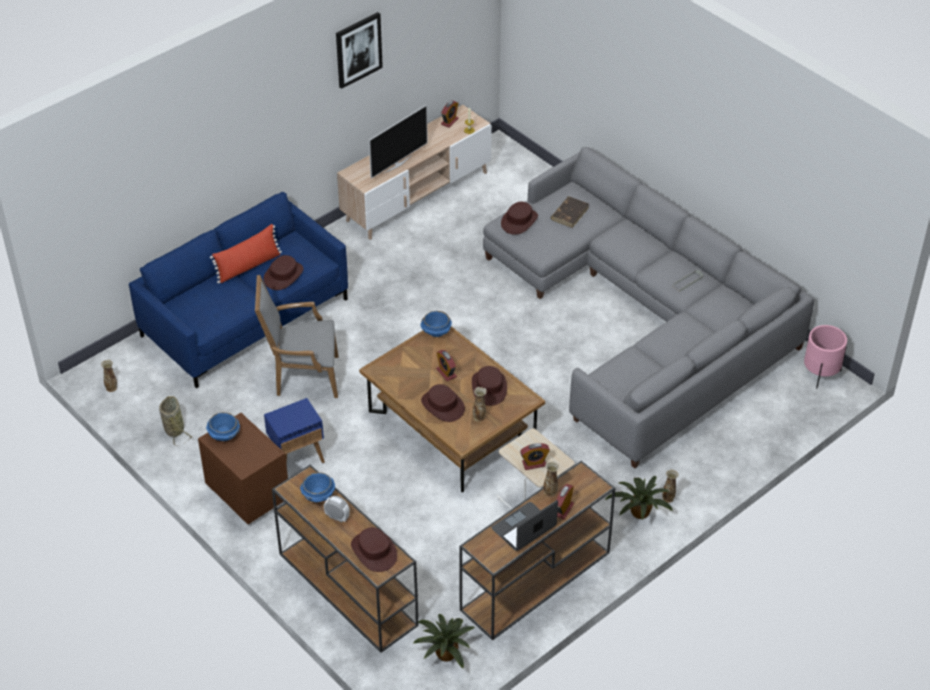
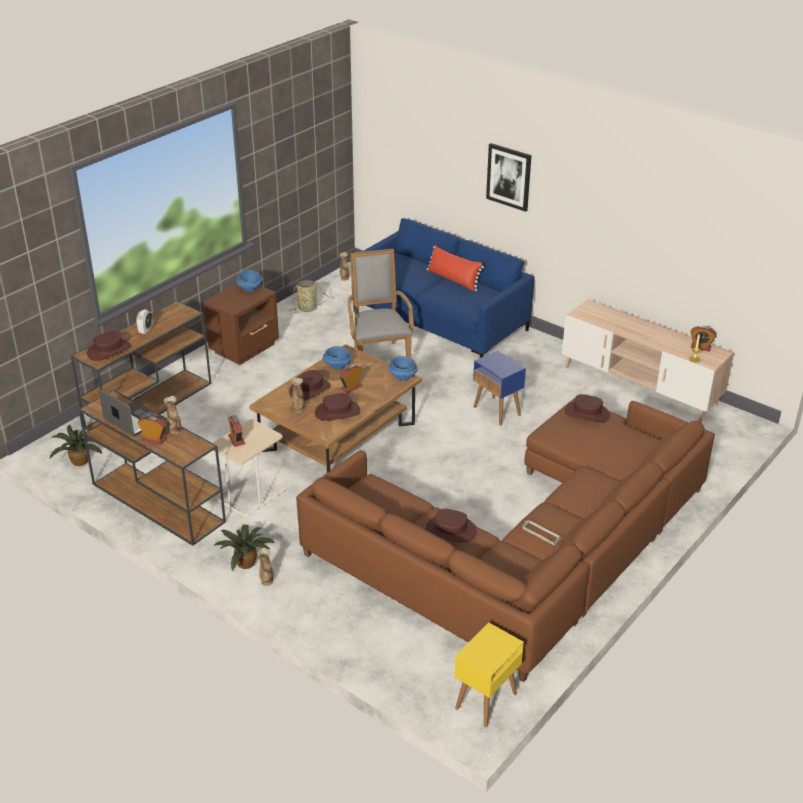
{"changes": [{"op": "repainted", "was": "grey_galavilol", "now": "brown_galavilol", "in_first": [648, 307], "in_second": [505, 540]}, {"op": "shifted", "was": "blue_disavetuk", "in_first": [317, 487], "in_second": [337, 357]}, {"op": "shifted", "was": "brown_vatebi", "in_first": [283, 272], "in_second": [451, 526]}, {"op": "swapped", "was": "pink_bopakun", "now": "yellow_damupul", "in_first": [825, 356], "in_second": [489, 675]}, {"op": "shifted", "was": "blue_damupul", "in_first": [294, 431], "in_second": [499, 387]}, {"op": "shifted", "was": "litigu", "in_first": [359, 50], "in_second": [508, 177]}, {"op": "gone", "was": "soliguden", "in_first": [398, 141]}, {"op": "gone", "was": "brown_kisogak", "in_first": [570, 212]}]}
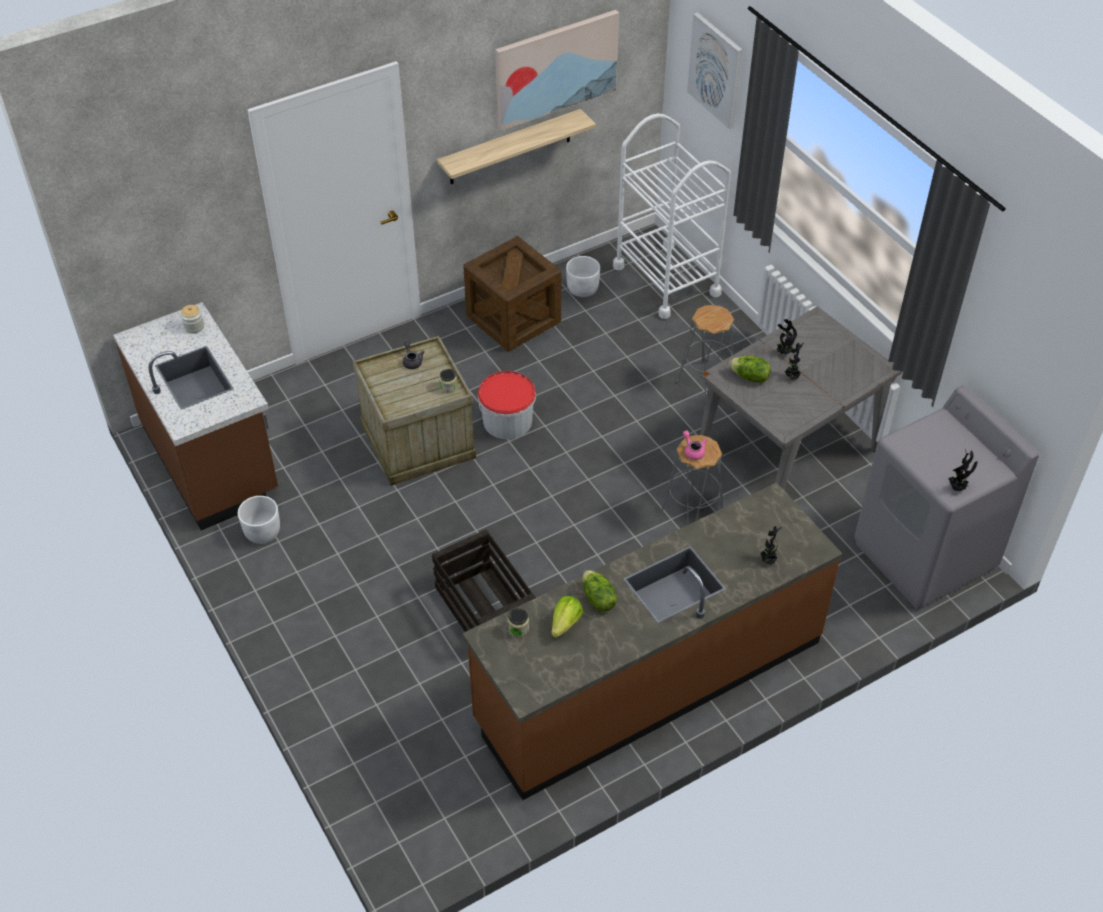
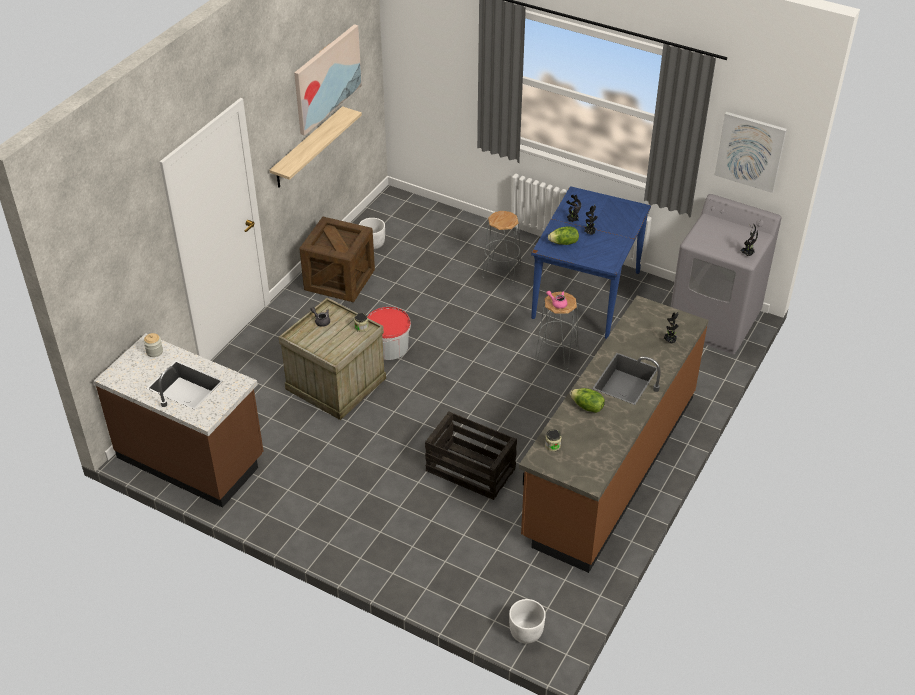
{"changes": [{"op": "shifted", "was": "white_bopakun", "in_first": [259, 520], "in_second": [527, 621]}, {"op": "repainted", "was": "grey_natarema", "now": "blue_natarema", "in_first": [801, 398], "in_second": [591, 262]}, {"op": "shifted", "was": "litigu", "in_first": [715, 71], "in_second": [751, 152]}, {"op": "gone", "was": "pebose", "in_first": [567, 617]}, {"op": "gone", "was": "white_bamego", "in_first": [672, 216]}]}
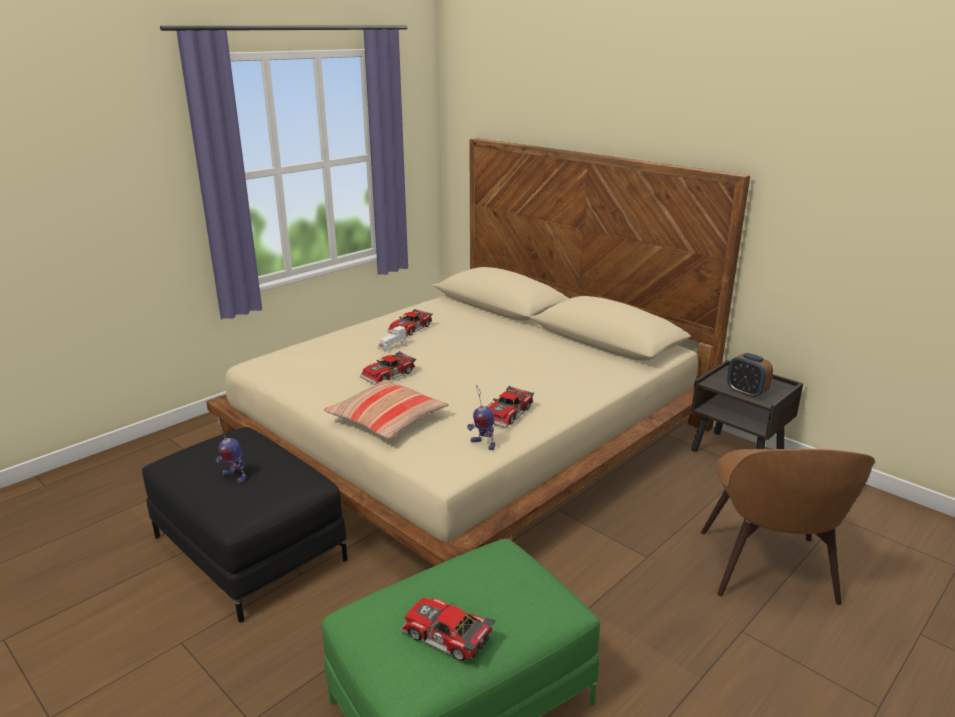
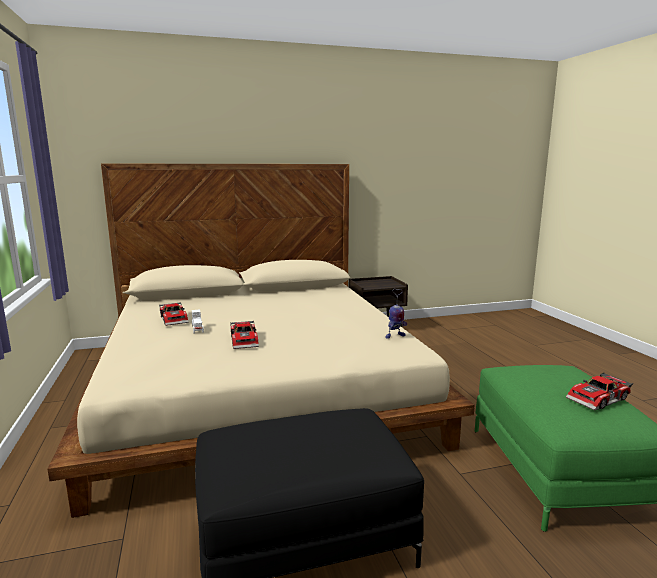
{"changes": [{"op": "gone", "was": "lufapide", "in_first": [231, 450]}, {"op": "gone", "was": "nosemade", "in_first": [386, 409]}, {"op": "gone", "was": "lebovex", "in_first": [510, 407]}, {"op": "gone", "was": "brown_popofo", "in_first": [788, 527]}, {"op": "gone", "was": "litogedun", "in_first": [750, 376]}]}
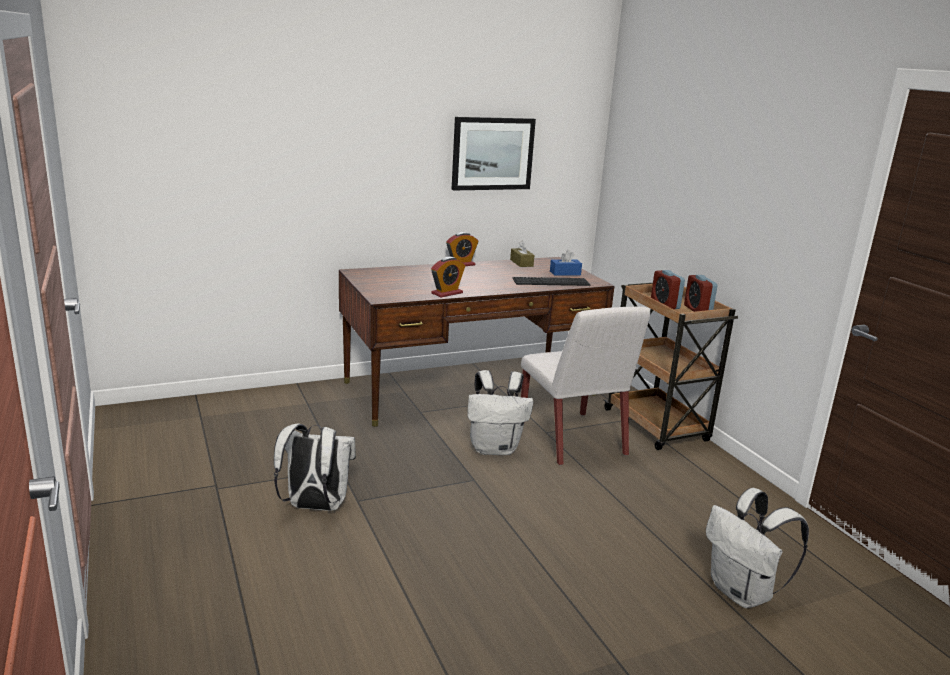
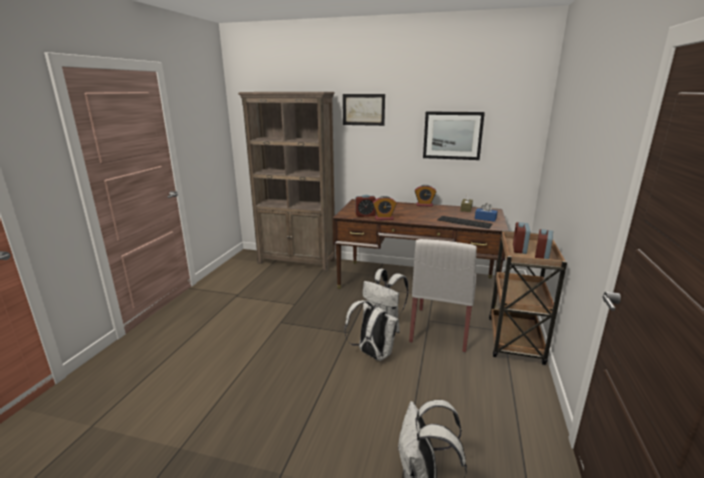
{"changes": [{"op": "new", "now": "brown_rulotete", "in_second": [287, 182]}, {"op": "new", "now": "litigu", "in_second": [364, 110]}, {"op": "shifted", "was": "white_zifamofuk", "in_first": [315, 467], "in_second": [372, 330]}, {"op": "new", "now": "litogedun", "in_second": [365, 206]}]}
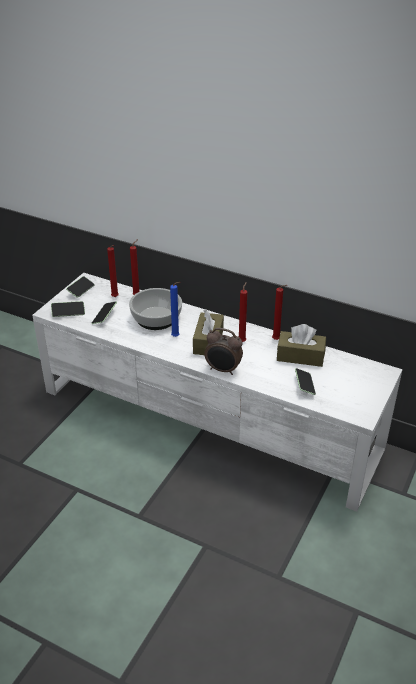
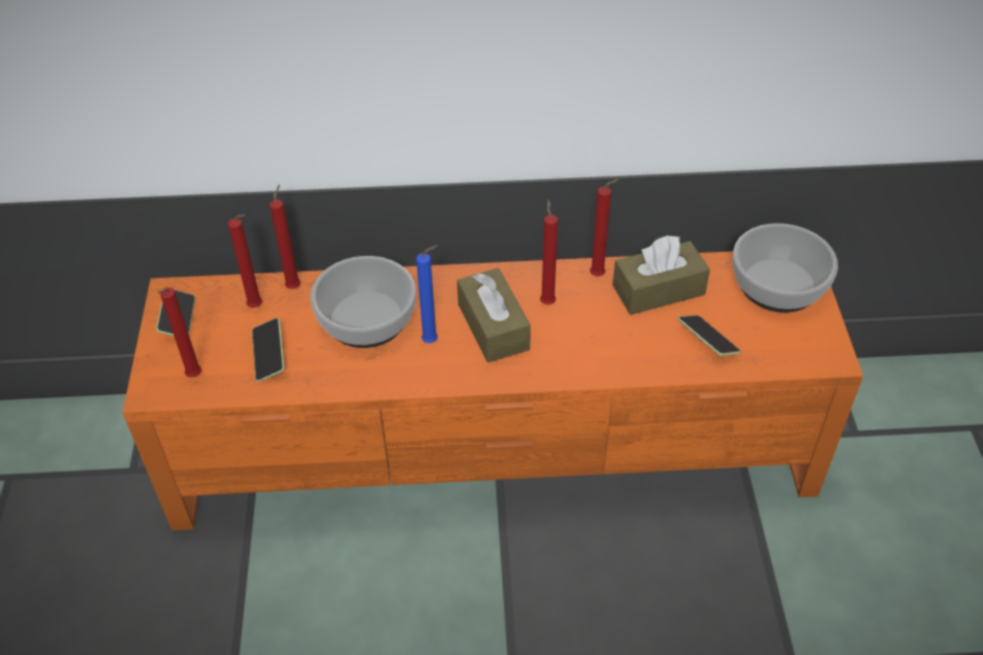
{"changes": [{"op": "repainted", "was": "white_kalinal", "now": "orange_kalinal", "in_first": [217, 392], "in_second": [492, 391]}, {"op": "swapped", "was": "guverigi", "now": "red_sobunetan", "in_first": [68, 309], "in_second": [179, 332]}, {"op": "new", "now": "disavetuk", "in_second": [785, 268]}, {"op": "gone", "was": "litogedun", "in_first": [223, 351]}]}
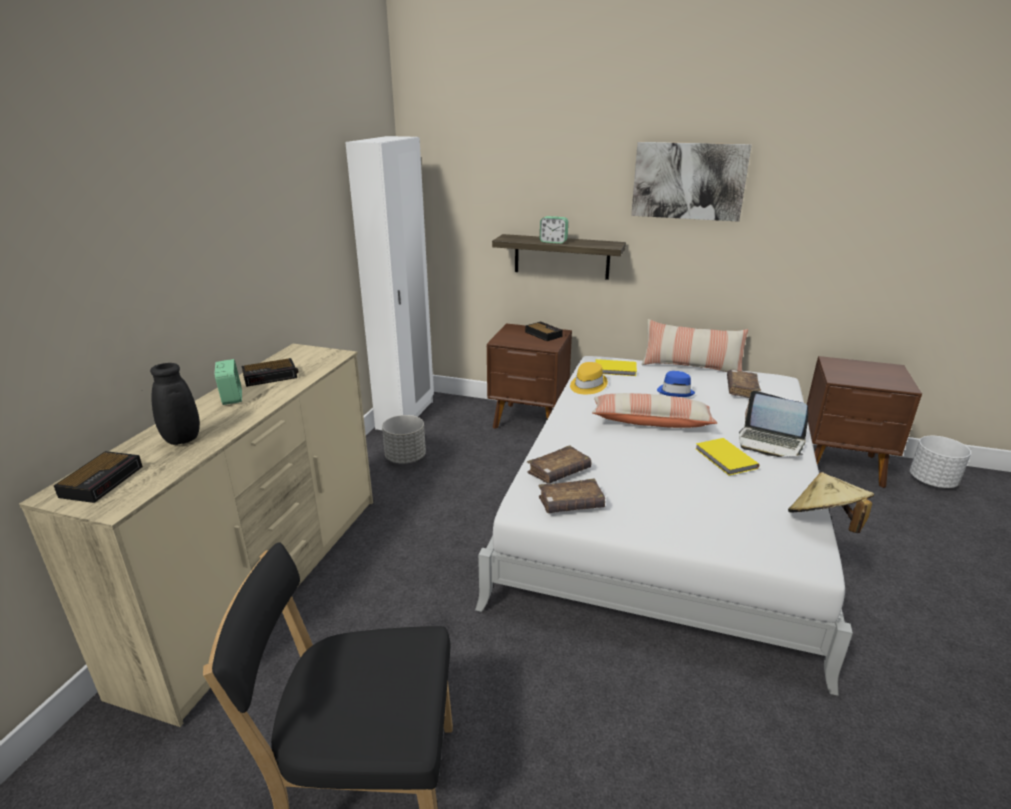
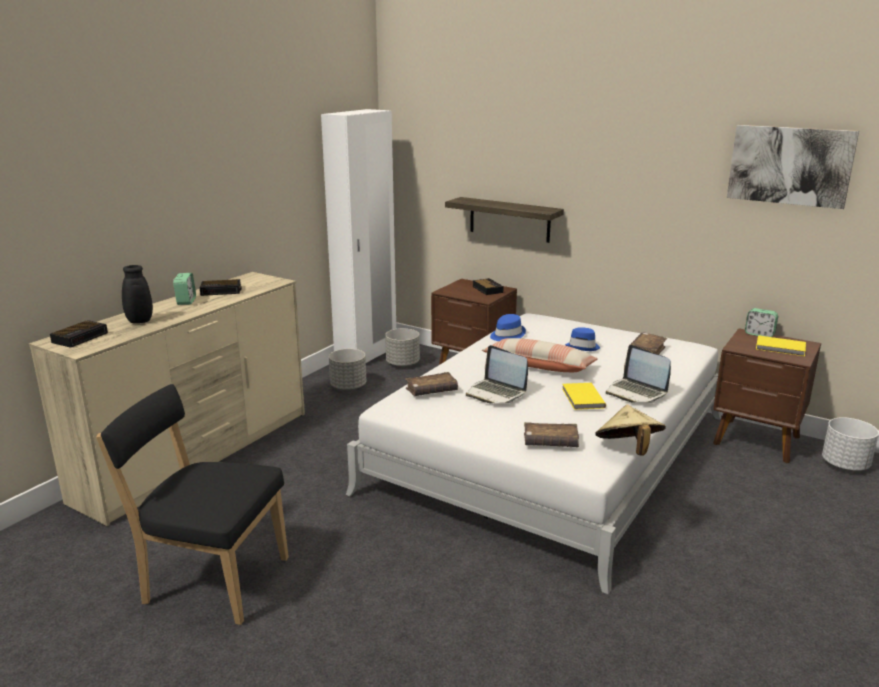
{"changes": [{"op": "new", "now": "grey_bopakun", "in_second": [402, 347]}, {"op": "new", "now": "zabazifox", "in_second": [497, 374]}, {"op": "repainted", "was": "yellow_vatebi", "now": "blue_vatebi", "in_first": [589, 378], "in_second": [508, 327]}, {"op": "shifted", "was": "brown_kisogak", "in_first": [571, 496], "in_second": [551, 434]}, {"op": "shifted", "was": "litigu", "in_first": [691, 182], "in_second": [793, 167]}, {"op": "shifted", "was": "litogedun", "in_first": [554, 230], "in_second": [761, 322]}, {"op": "shifted", "was": "yellow_kisogak", "in_first": [616, 367], "in_second": [781, 345]}, {"op": "gone", "was": "nosemade", "in_first": [694, 345]}]}
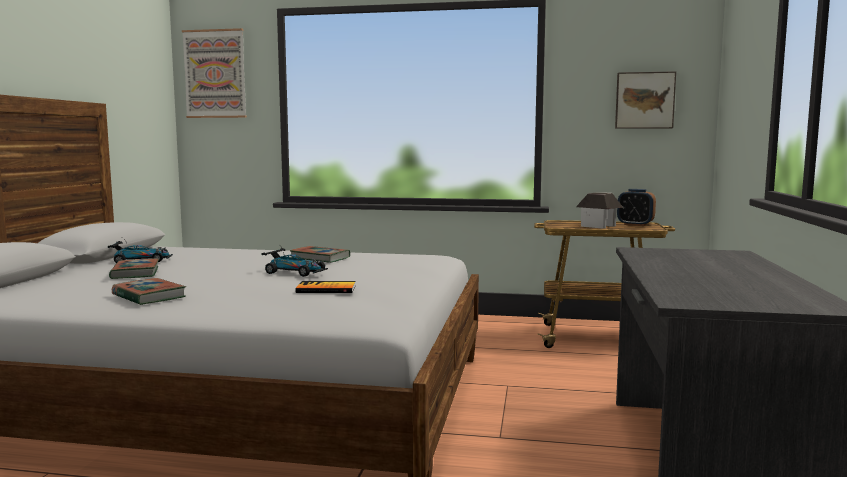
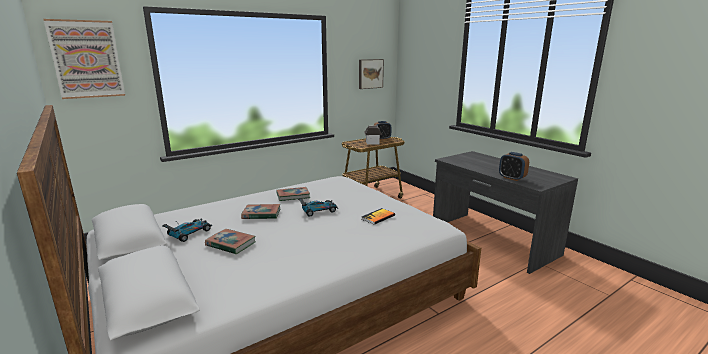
{"changes": [{"op": "shifted", "was": "kisogak", "in_first": [149, 291], "in_second": [260, 211]}, {"op": "new", "now": "litogedun", "in_second": [514, 166]}]}
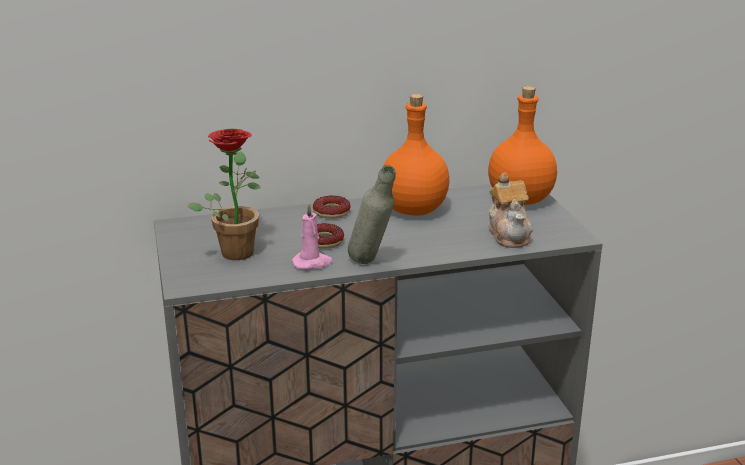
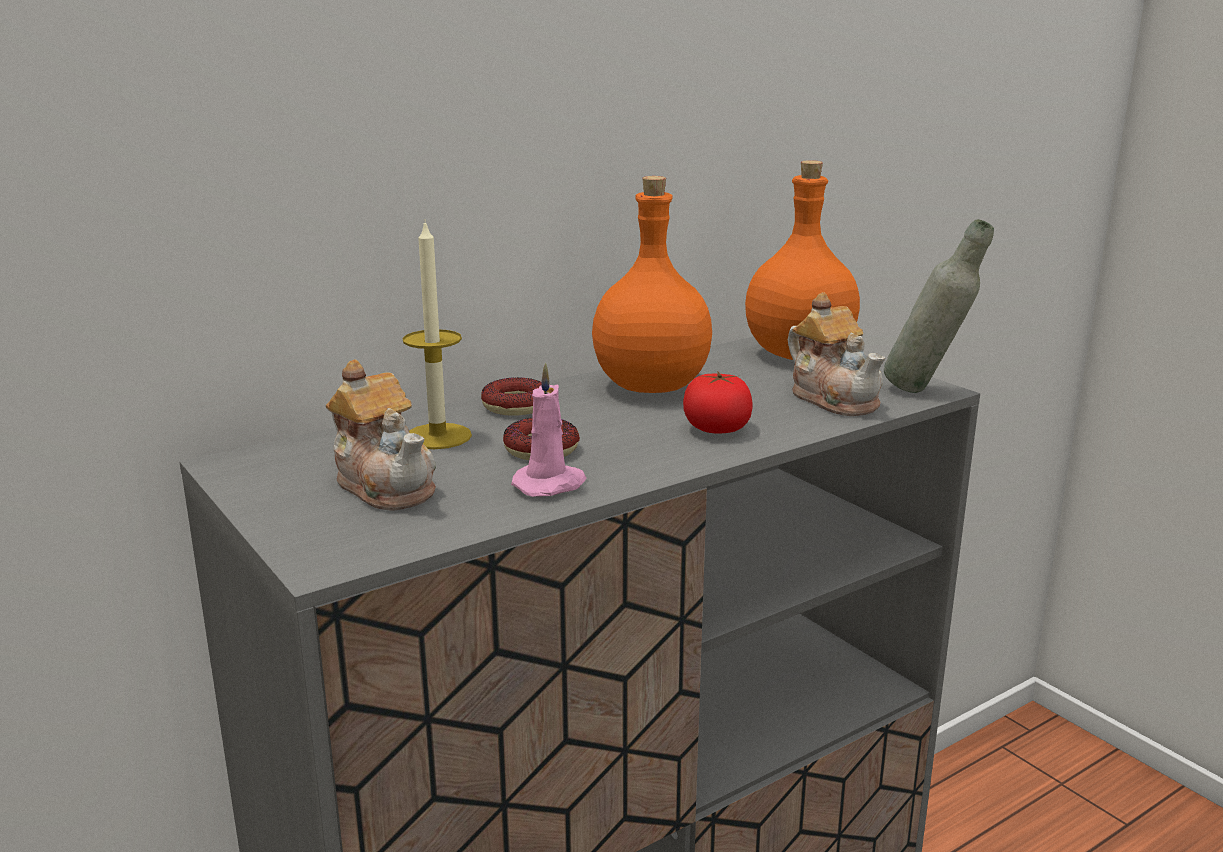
{"changes": [{"op": "swapped", "was": "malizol", "now": "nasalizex", "in_first": [224, 194], "in_second": [381, 435]}, {"op": "new", "now": "sobunetan", "in_second": [437, 335]}, {"op": "new", "now": "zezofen", "in_second": [717, 402]}, {"op": "shifted", "was": "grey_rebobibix", "in_first": [372, 214], "in_second": [939, 306]}]}
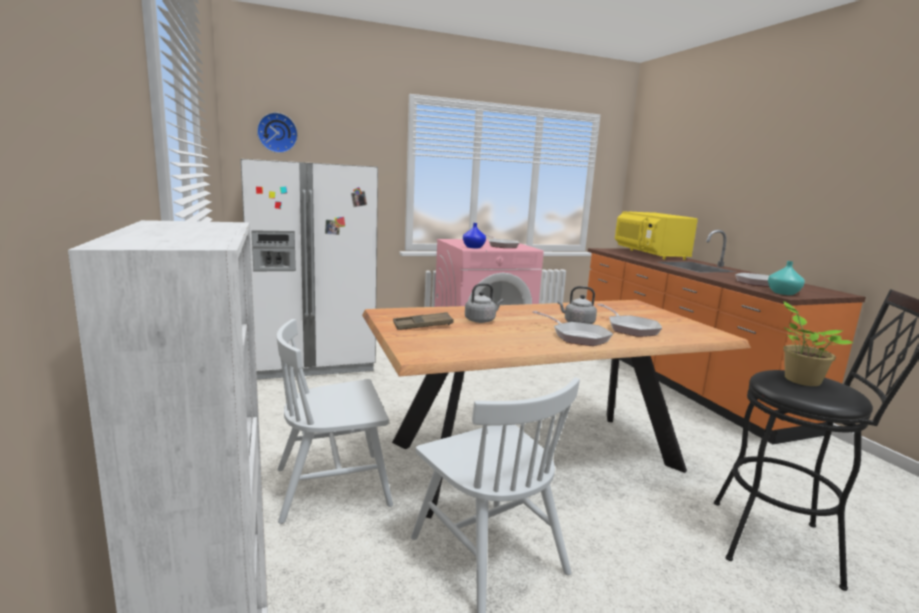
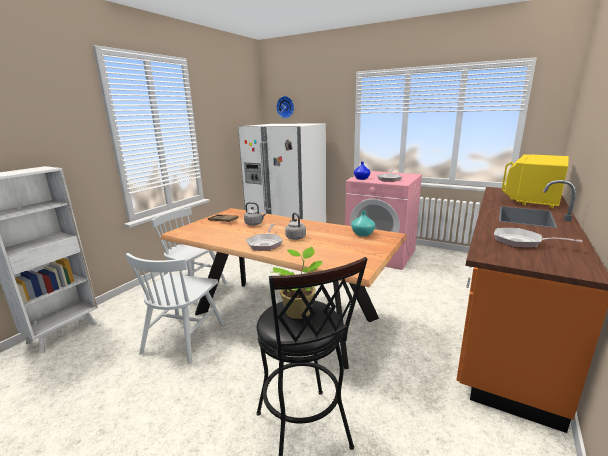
{"changes": [{"op": "shifted", "was": "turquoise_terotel", "in_first": [786, 278], "in_second": [363, 223]}, {"op": "gone", "was": "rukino", "in_first": [629, 320]}]}
